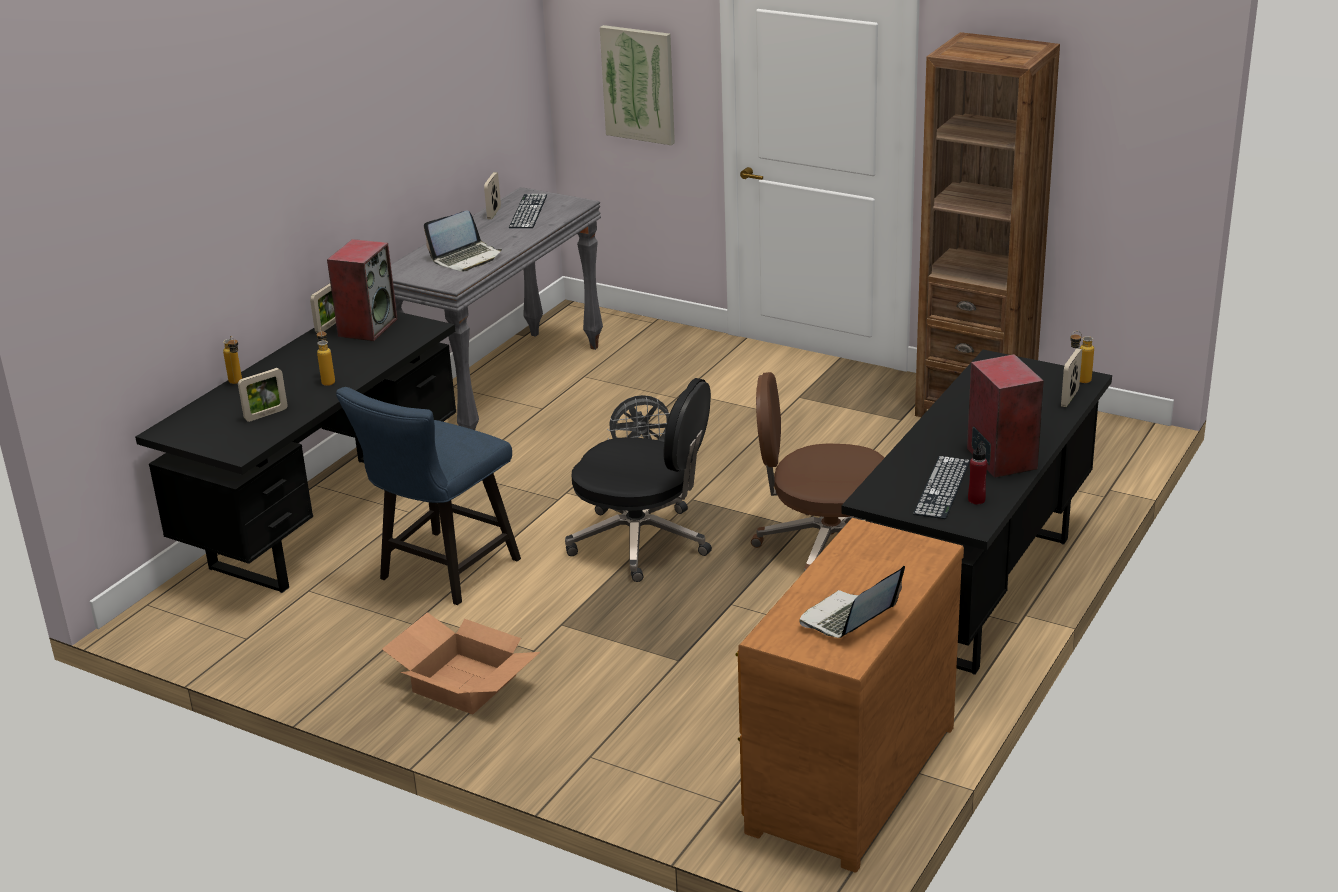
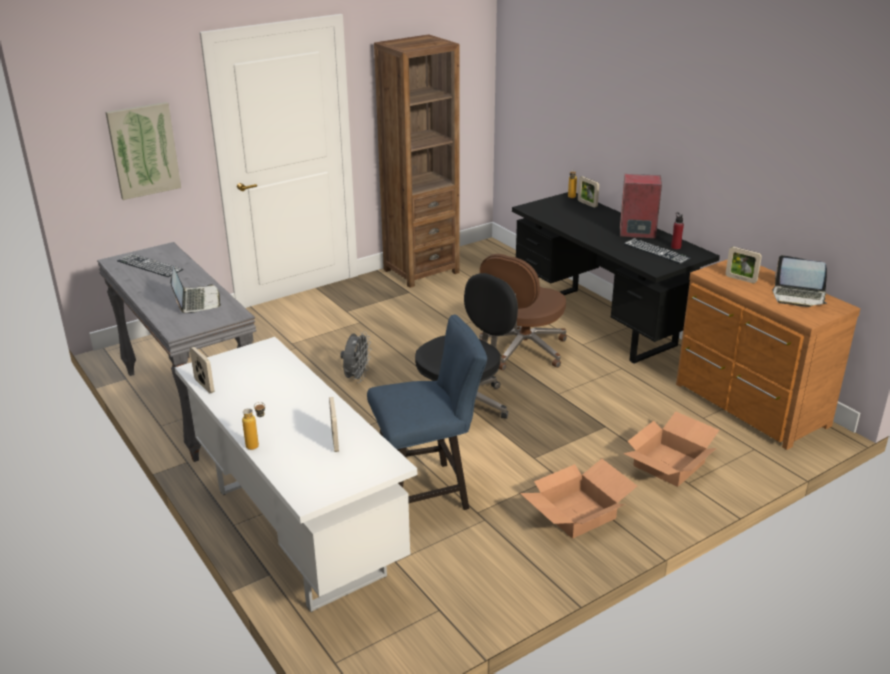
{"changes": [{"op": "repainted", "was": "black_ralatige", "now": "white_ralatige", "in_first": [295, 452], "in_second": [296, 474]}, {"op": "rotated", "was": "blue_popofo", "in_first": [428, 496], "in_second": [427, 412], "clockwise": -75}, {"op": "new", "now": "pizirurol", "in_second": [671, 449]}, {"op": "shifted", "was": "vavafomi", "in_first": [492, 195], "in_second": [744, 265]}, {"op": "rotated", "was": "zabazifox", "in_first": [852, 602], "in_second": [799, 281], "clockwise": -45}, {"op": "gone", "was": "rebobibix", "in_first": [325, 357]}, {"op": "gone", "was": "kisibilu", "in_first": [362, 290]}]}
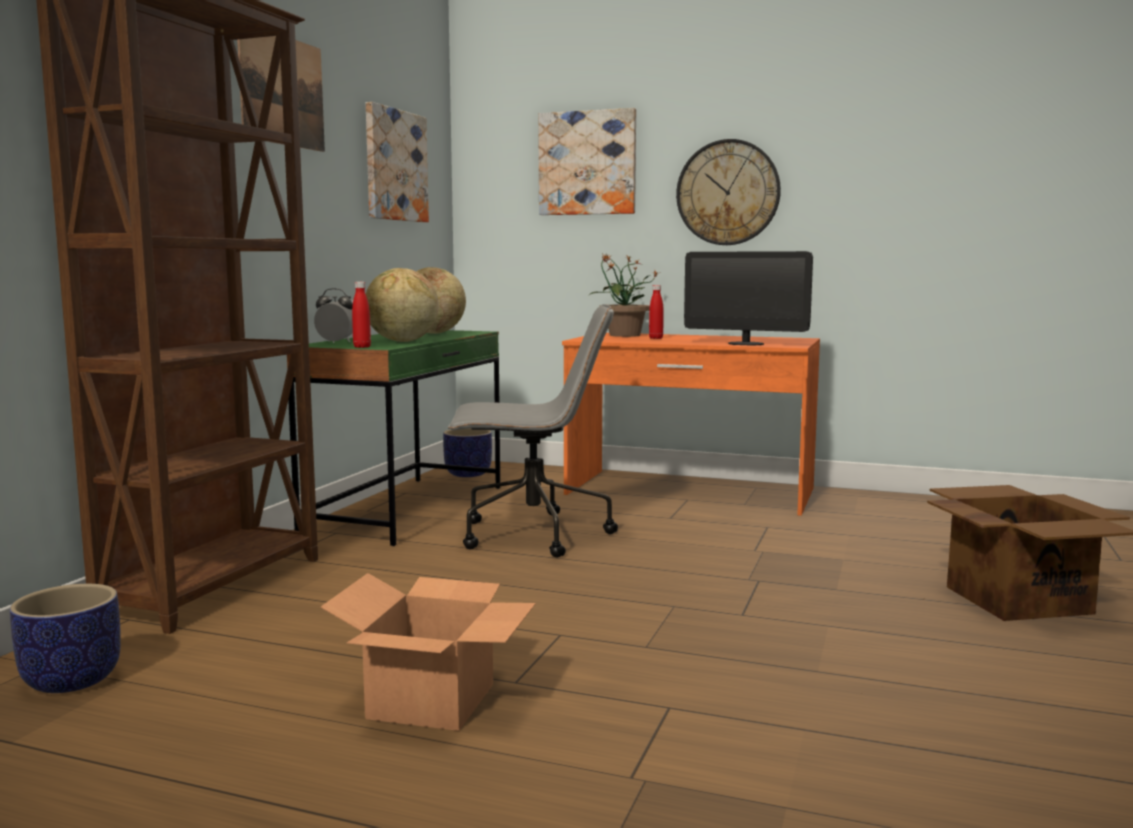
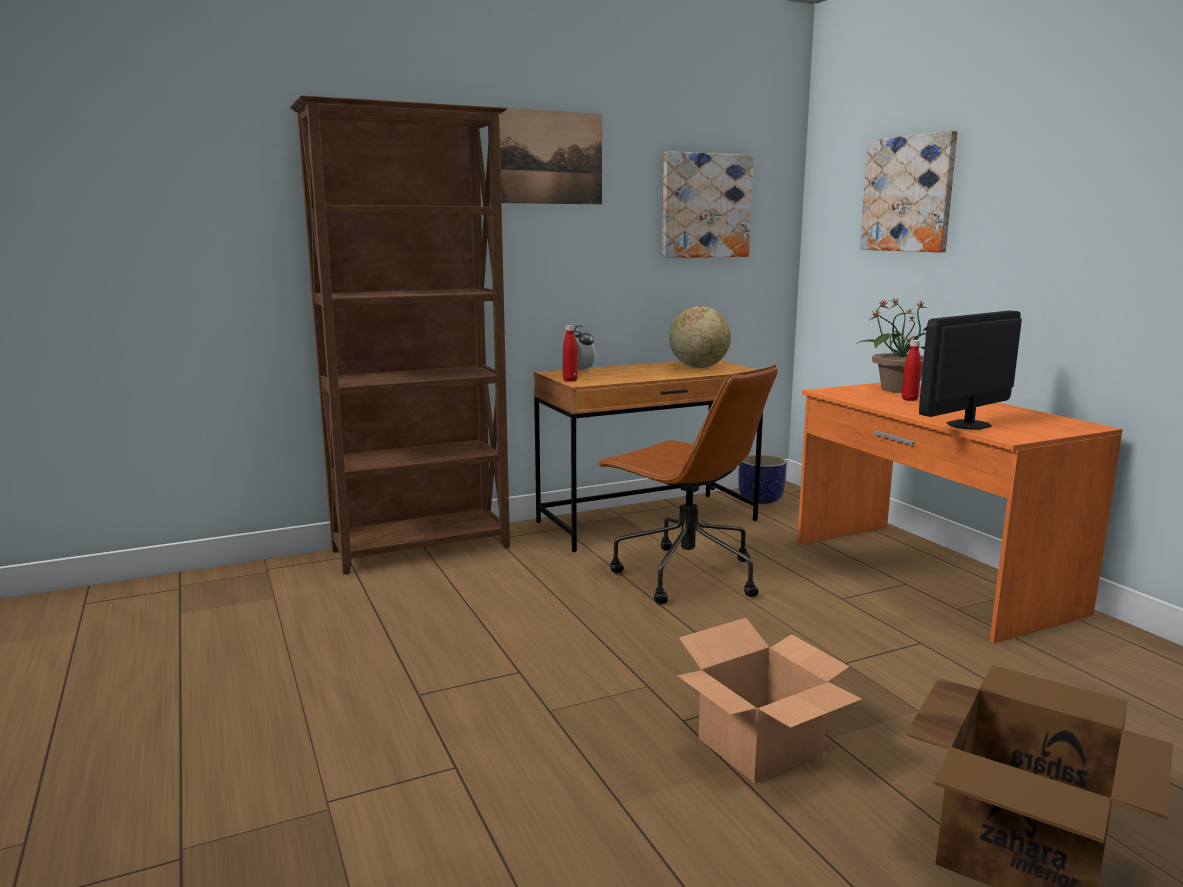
{"changes": [{"op": "repainted", "was": "green_ralatige", "now": "brown_ralatige", "in_first": [393, 438], "in_second": [648, 456]}, {"op": "repainted", "was": "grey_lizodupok", "now": "brown_lizodupok", "in_first": [533, 431], "in_second": [687, 484]}, {"op": "shifted", "was": "pizirurol", "in_first": [428, 652], "in_second": [769, 700]}, {"op": "rotated", "was": "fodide", "in_first": [748, 298], "in_second": [970, 370], "clockwise": 75}, {"op": "gone", "was": "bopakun", "in_first": [65, 638]}, {"op": "gone", "was": "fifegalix", "in_first": [402, 305]}, {"op": "gone", "was": "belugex", "in_first": [728, 192]}]}
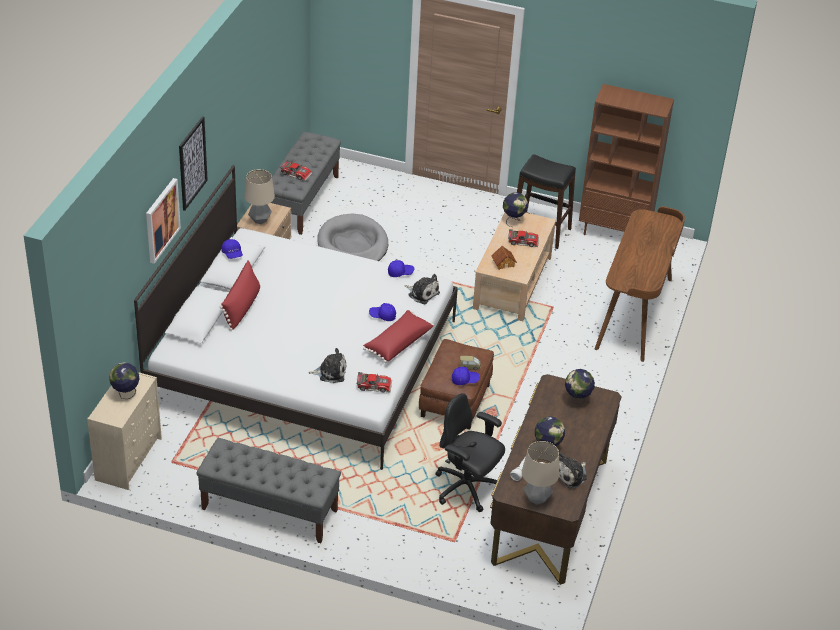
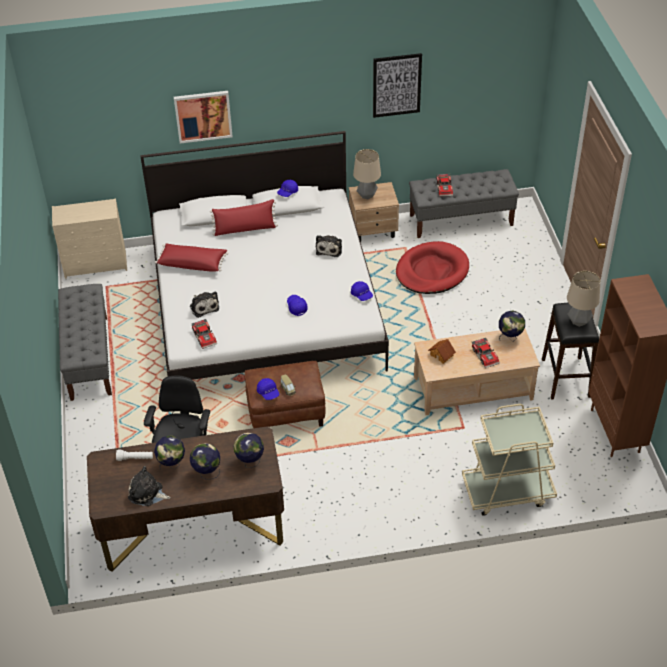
{"changes": [{"op": "shifted", "was": "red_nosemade", "in_first": [398, 336], "in_second": [192, 257]}, {"op": "shifted", "was": "fifegalix", "in_first": [124, 381], "in_second": [205, 461]}, {"op": "shifted", "was": "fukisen", "in_first": [422, 289], "in_second": [329, 246]}, {"op": "shifted", "was": "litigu", "in_first": [193, 163], "in_second": [397, 85]}, {"op": "repainted", "was": "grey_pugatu", "now": "red_pugatu", "in_first": [352, 237], "in_second": [432, 267]}, {"op": "swapped", "was": "brown_ralatige", "now": "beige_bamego", "in_first": [640, 284], "in_second": [509, 460]}, {"op": "shifted", "was": "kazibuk", "in_first": [540, 473], "in_second": [583, 299]}]}
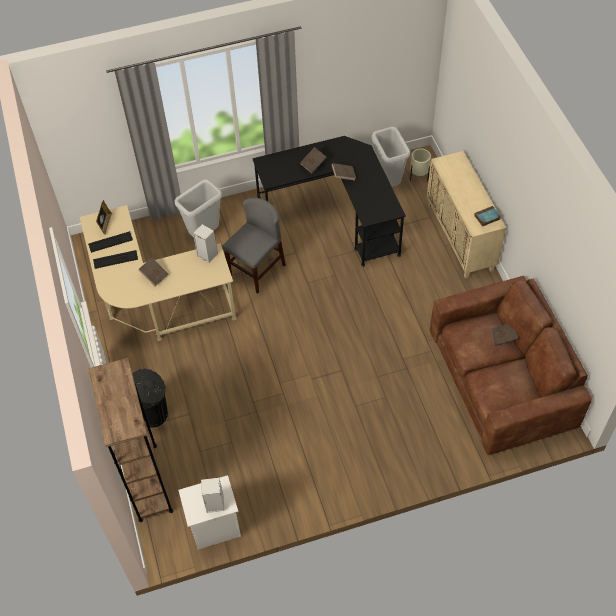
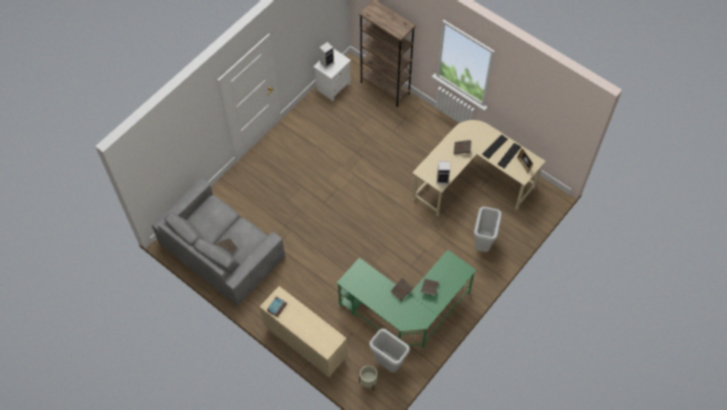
{"changes": [{"op": "repainted", "was": "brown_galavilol", "now": "grey_galavilol", "in_first": [511, 365], "in_second": [218, 242]}, {"op": "repainted", "was": "black_ralatige", "now": "green_ralatige", "in_first": [329, 201], "in_second": [406, 299]}, {"op": "gone", "was": "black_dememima", "in_first": [150, 398]}, {"op": "gone", "was": "grey_popofo", "in_first": [254, 246]}]}
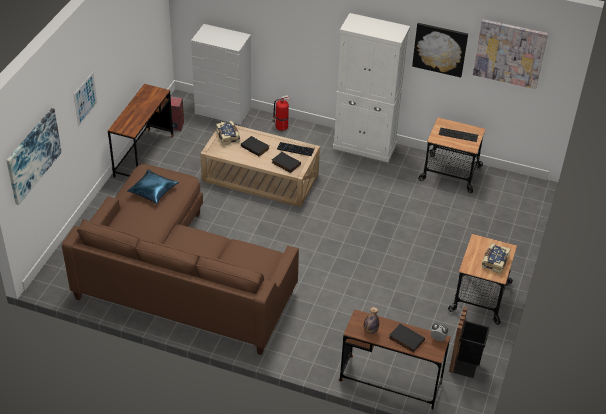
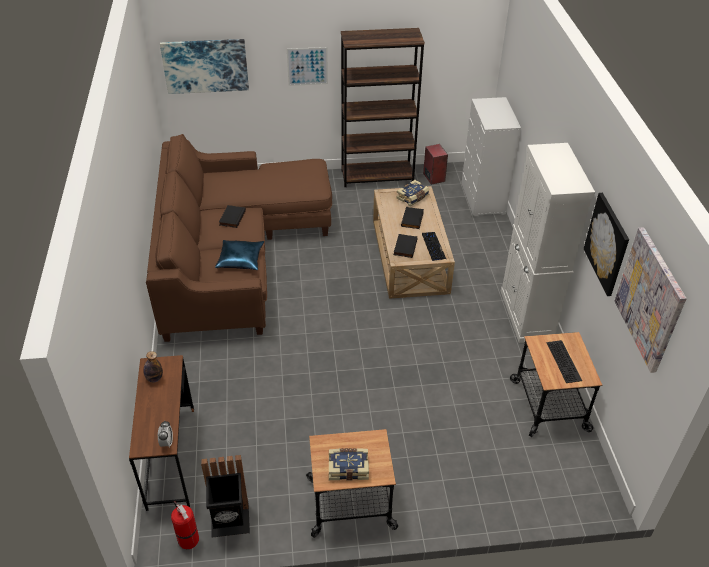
{"changes": [{"op": "shifted", "was": "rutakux", "in_first": [281, 113], "in_second": [185, 525]}, {"op": "shifted", "was": "blue_nosemade", "in_first": [153, 186], "in_second": [239, 255]}, {"op": "shifted", "was": "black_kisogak", "in_first": [407, 338], "in_second": [232, 216]}, {"op": "swapped", "was": "brown_ralatige", "now": "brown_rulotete", "in_first": [141, 131], "in_second": [383, 107]}]}
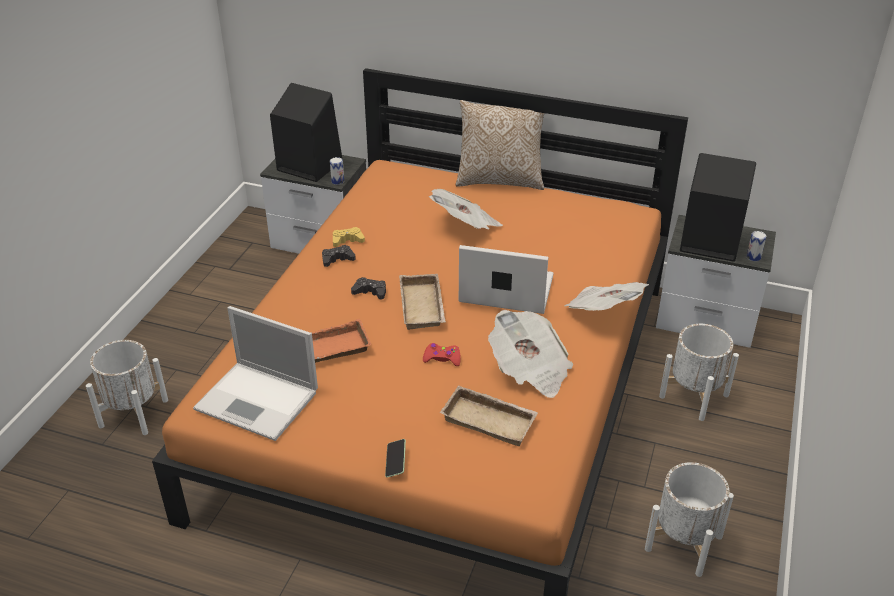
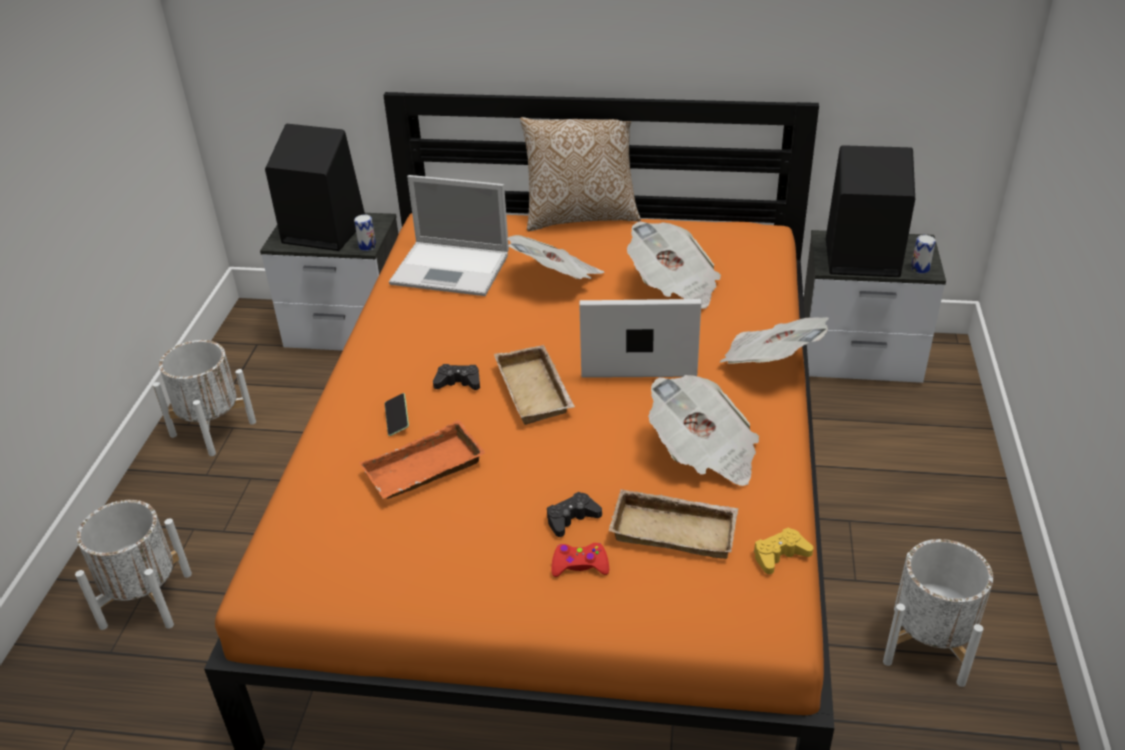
{"changes": [{"op": "shifted", "was": "white_bopakun", "in_first": [699, 372], "in_second": [204, 398]}, {"op": "shifted", "was": "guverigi", "in_first": [395, 458], "in_second": [397, 414]}, {"op": "shifted", "was": "zabazifox", "in_first": [255, 373], "in_second": [449, 235]}, {"op": "shifted", "was": "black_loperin", "in_first": [339, 256], "in_second": [574, 514]}, {"op": "shifted", "was": "red_loperin", "in_first": [442, 354], "in_second": [580, 560]}, {"op": "new", "now": "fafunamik", "in_second": [674, 265]}, {"op": "shifted", "was": "yellow_loperin", "in_first": [349, 237], "in_second": [783, 550]}]}
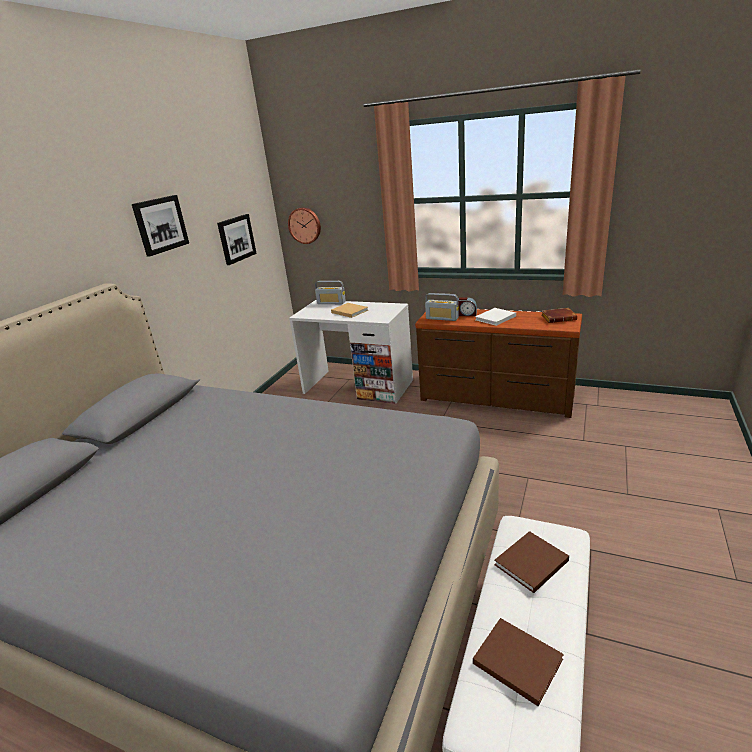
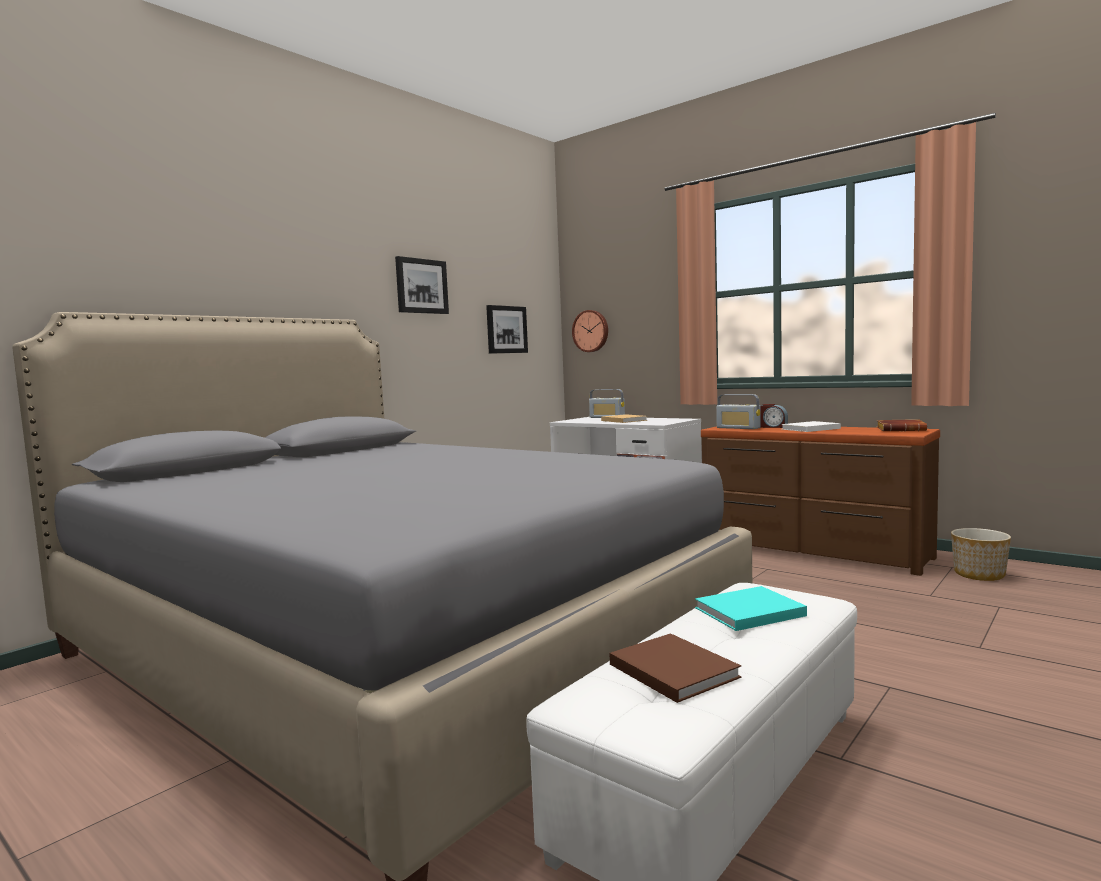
{"changes": [{"op": "repainted", "was": "brown_kisogak", "now": "turquoise_kisogak", "in_first": [531, 562], "in_second": [751, 608]}, {"op": "new", "now": "bopakun", "in_second": [981, 554]}]}
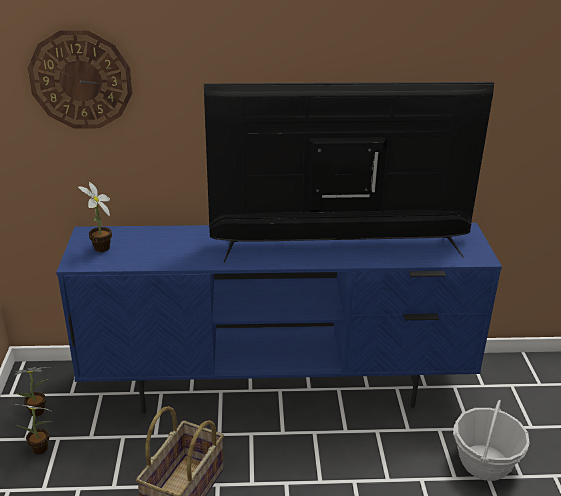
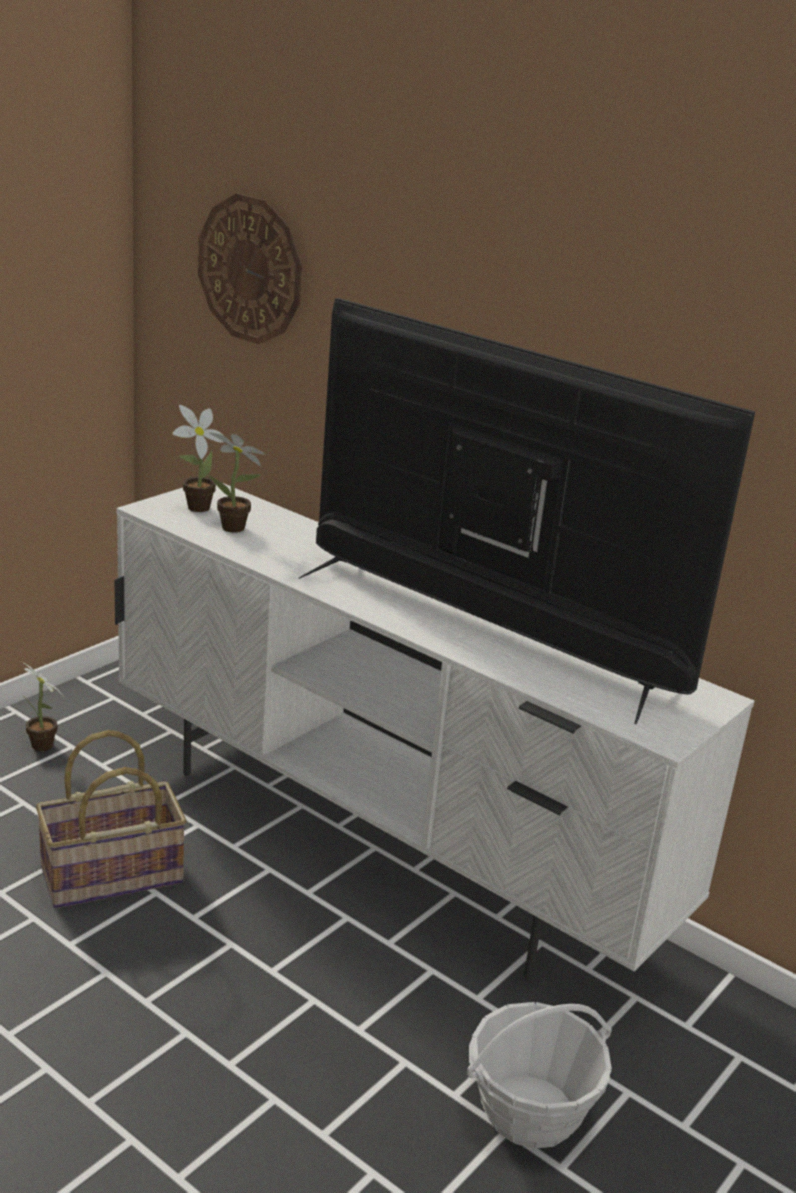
{"changes": [{"op": "repainted", "was": "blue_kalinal", "now": "white_kalinal", "in_first": [279, 318], "in_second": [434, 731]}, {"op": "shifted", "was": "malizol", "in_first": [32, 391], "in_second": [237, 482]}]}
